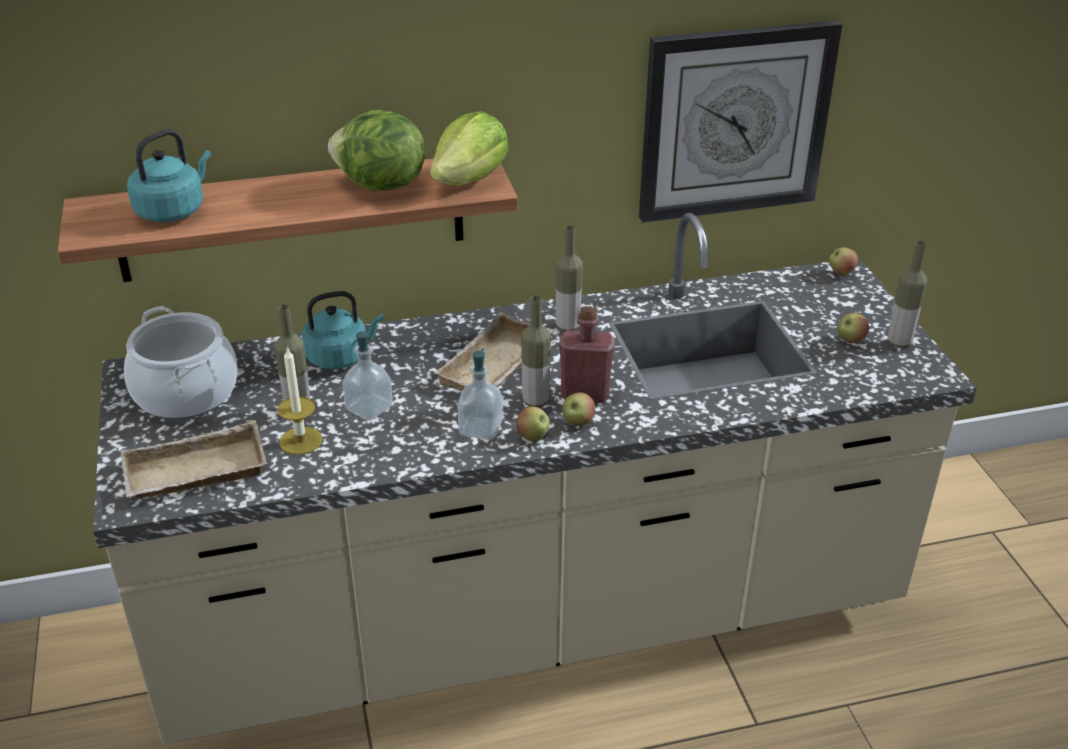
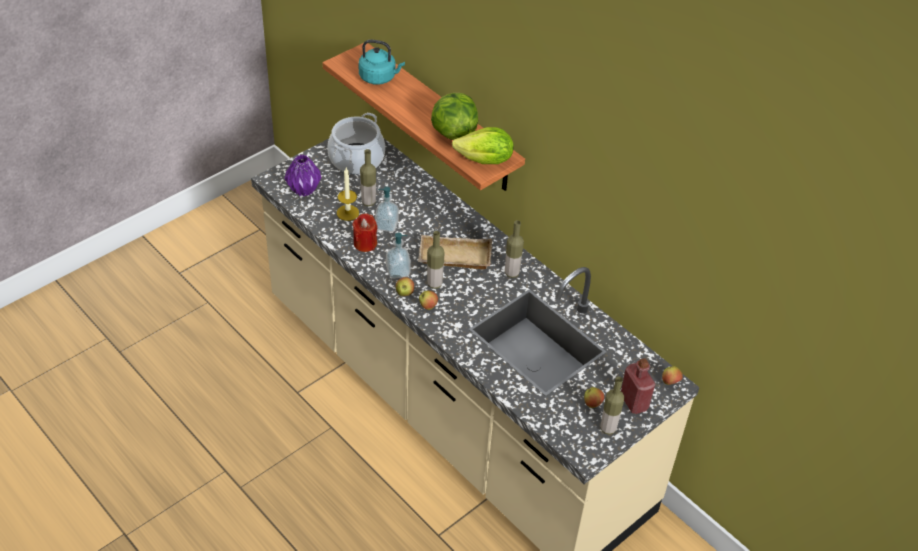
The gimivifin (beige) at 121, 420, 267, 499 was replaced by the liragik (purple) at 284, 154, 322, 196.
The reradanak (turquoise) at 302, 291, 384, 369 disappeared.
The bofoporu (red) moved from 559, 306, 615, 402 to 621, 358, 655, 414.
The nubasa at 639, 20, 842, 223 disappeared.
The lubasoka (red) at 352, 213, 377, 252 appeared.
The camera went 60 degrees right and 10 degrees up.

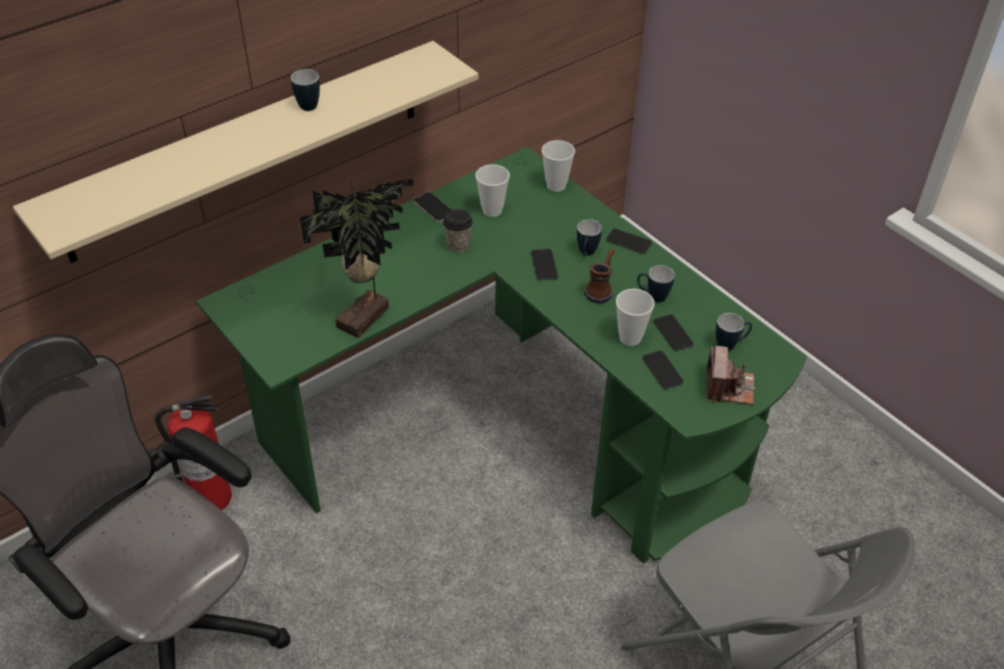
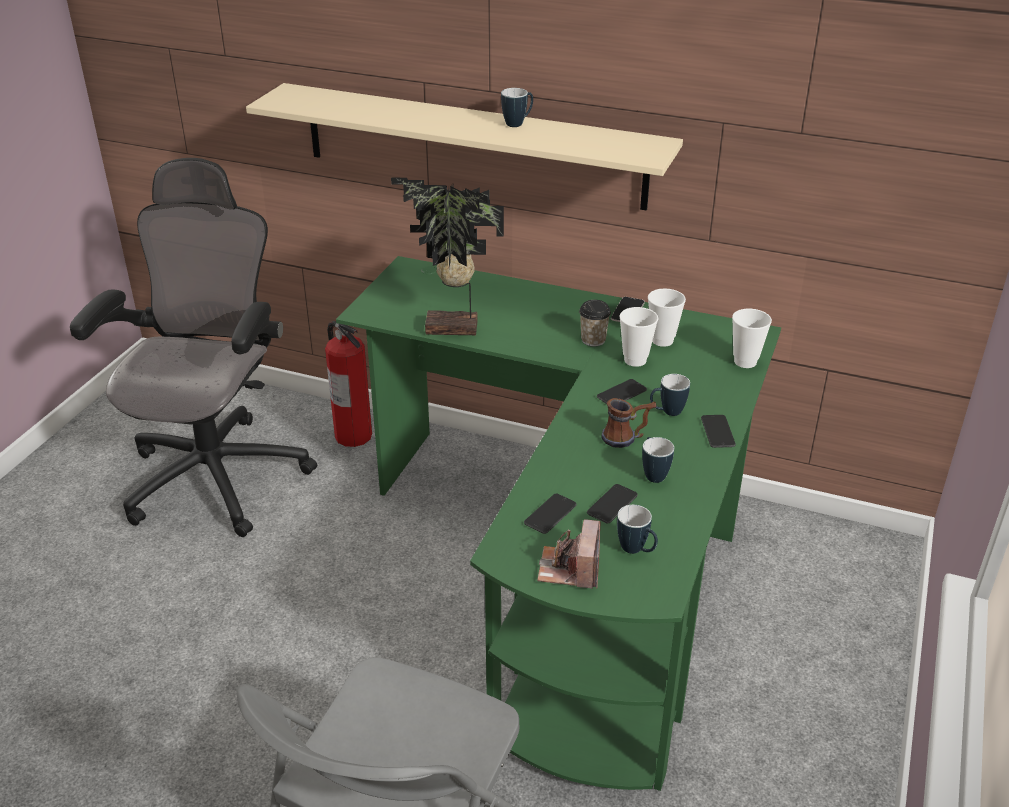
The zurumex moved from 616, 289, 655, 346 to 619, 307, 658, 367.
The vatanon at 706, 345, 755, 404 turned 120 degrees clockwise.
The camera went 60 degrees right and 10 degrees down.

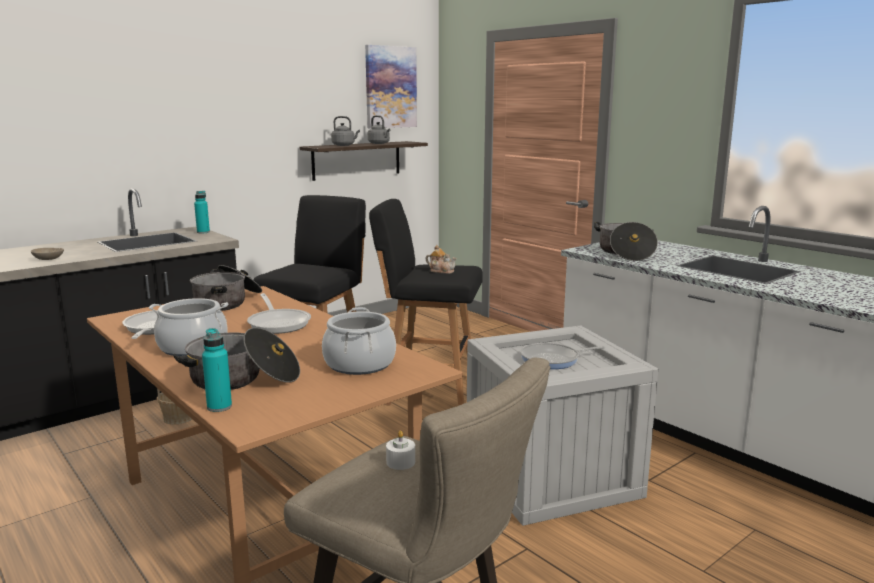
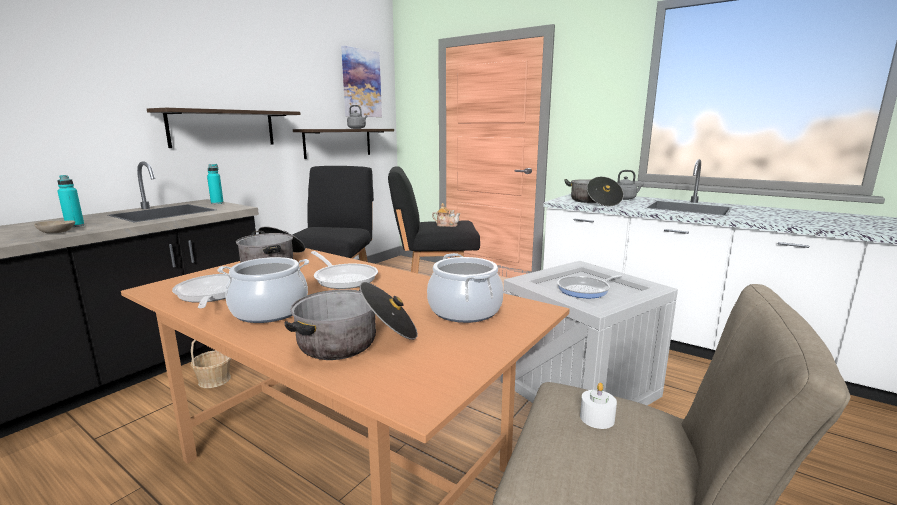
The bofoporu (turquoise) moved from 202, 328, 232, 412 to 57, 175, 84, 227.
The reradanak (grey) moved from 331, 116, 360, 146 to 617, 170, 644, 200.
The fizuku at 147, 108, 301, 148 appeared.
The camera went 15 degrees left and 0 degrees up.

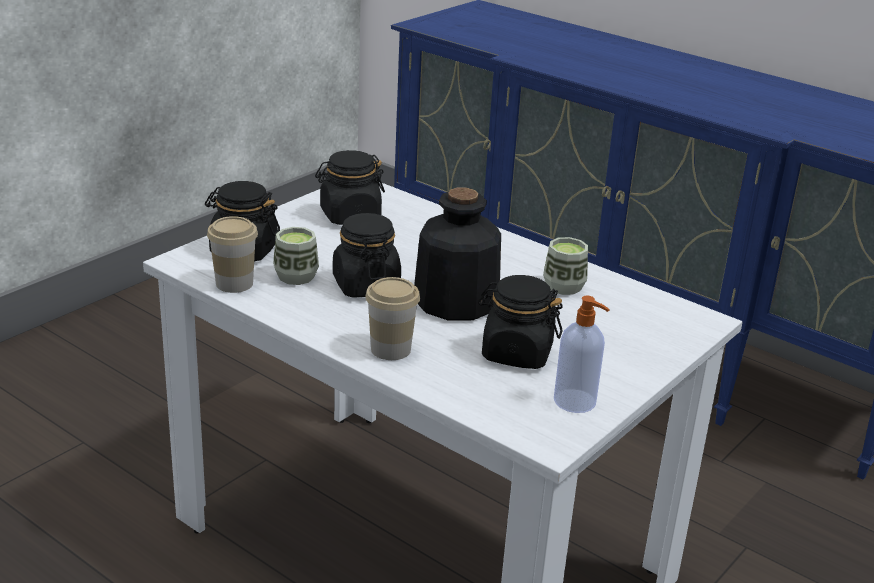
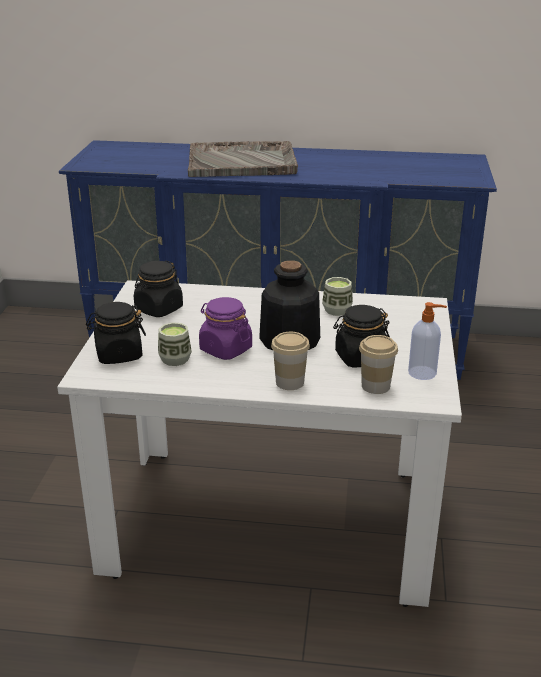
The zurumex moved from 207, 216, 258, 293 to 359, 335, 398, 394.
The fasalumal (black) at 333, 213, 401, 298 became the fasalumal (purple) at 199, 297, 252, 360.
The gimivifin (grey) at 188, 141, 298, 177 appeared.
The camera went 30 degrees left and 0 degrees up.

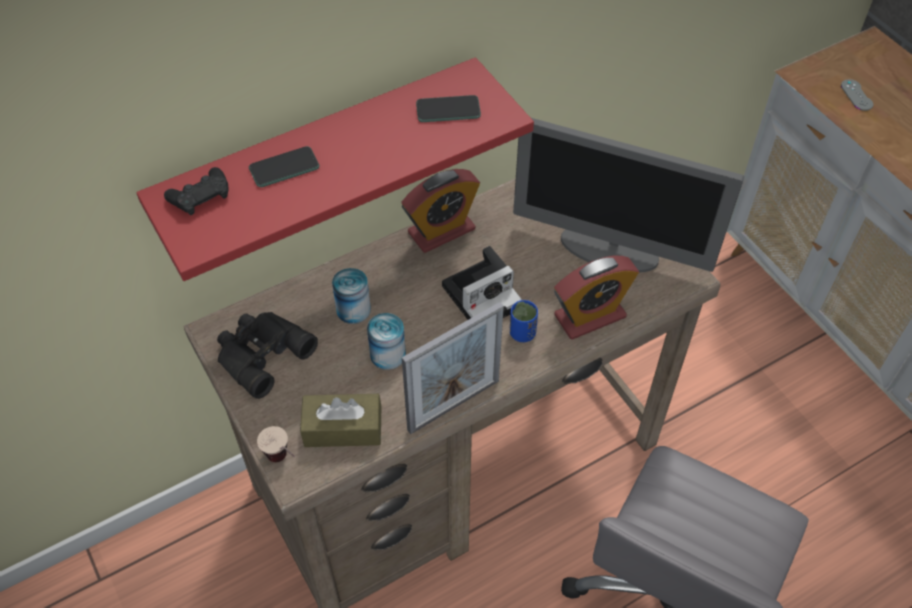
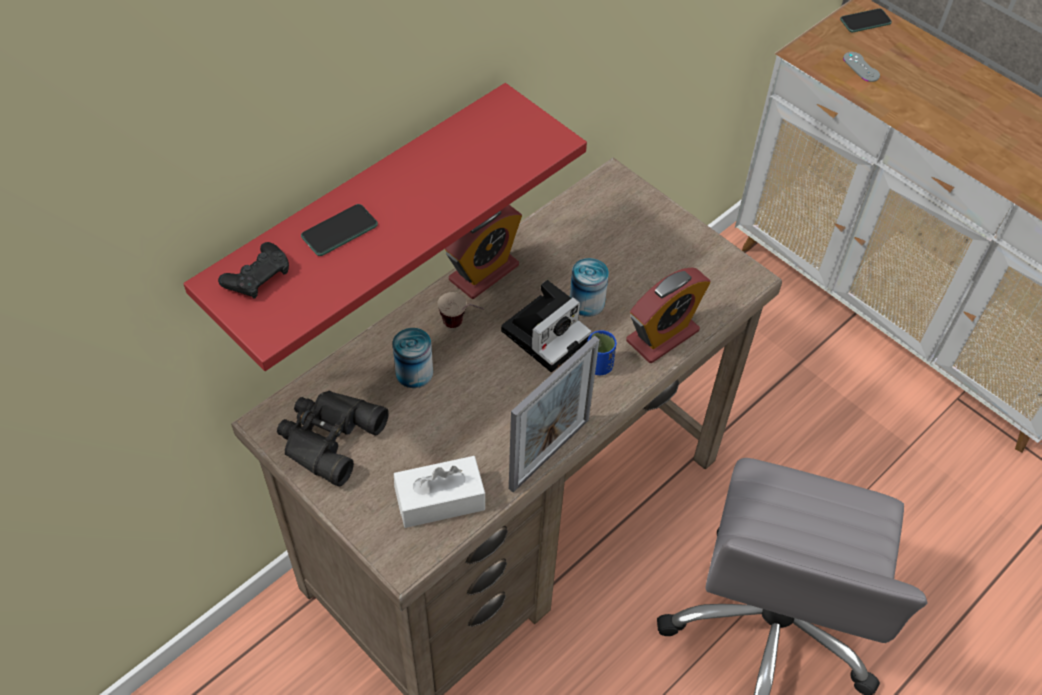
The zurumex moved from 257, 426, 295, 462 to 437, 292, 484, 328.
The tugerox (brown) at 300, 394, 381, 447 became the tugerox (white) at 394, 456, 485, 528.
The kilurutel moved from 367, 313, 406, 370 to 570, 258, 609, 317.
The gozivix moved from 416, 95, 481, 122 to 840, 8, 892, 33.
The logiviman at 513, 118, 744, 273 disappeared.
The camera went 15 degrees left and 0 degrees up.

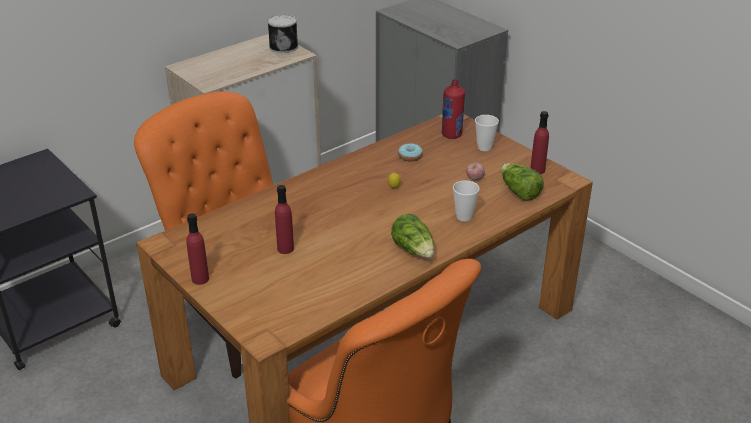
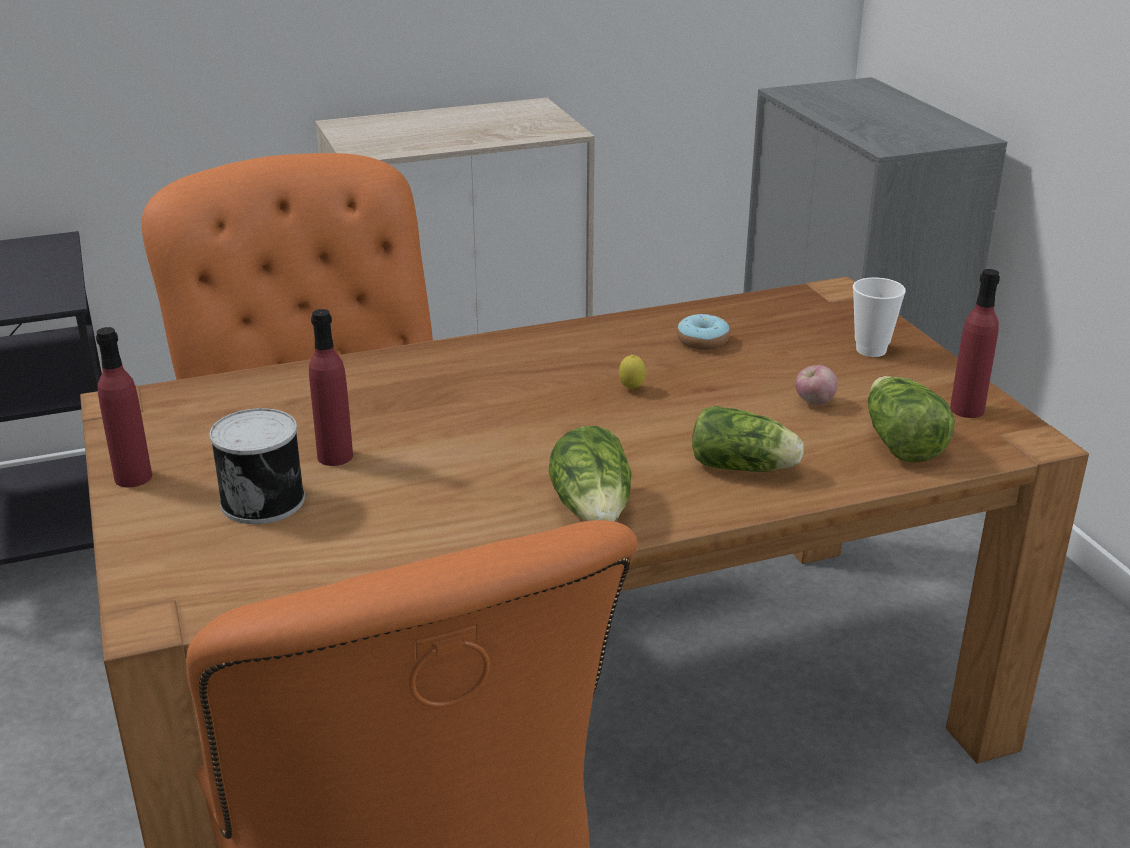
The kilurutel moved from 267, 14, 298, 53 to 210, 408, 305, 524.
The bofoporu (red) at 441, 78, 465, 139 disappeared.
The zurumex at 453, 180, 479, 221 was replaced by the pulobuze at 692, 406, 804, 472.
The camera went 20 degrees right and 5 degrees down.

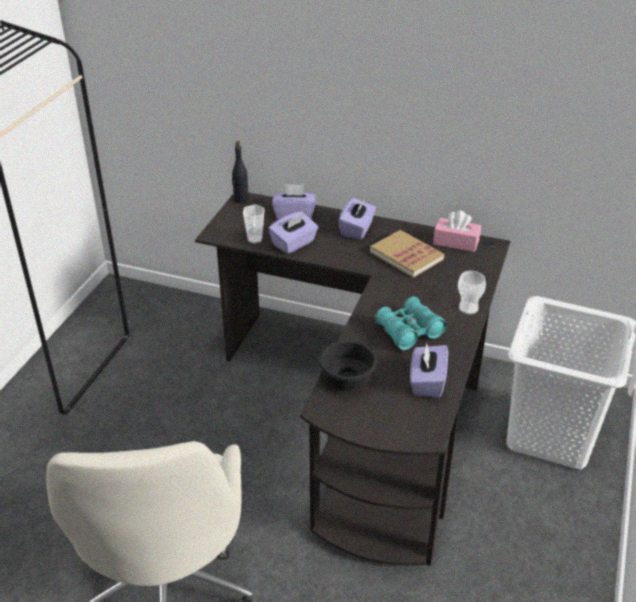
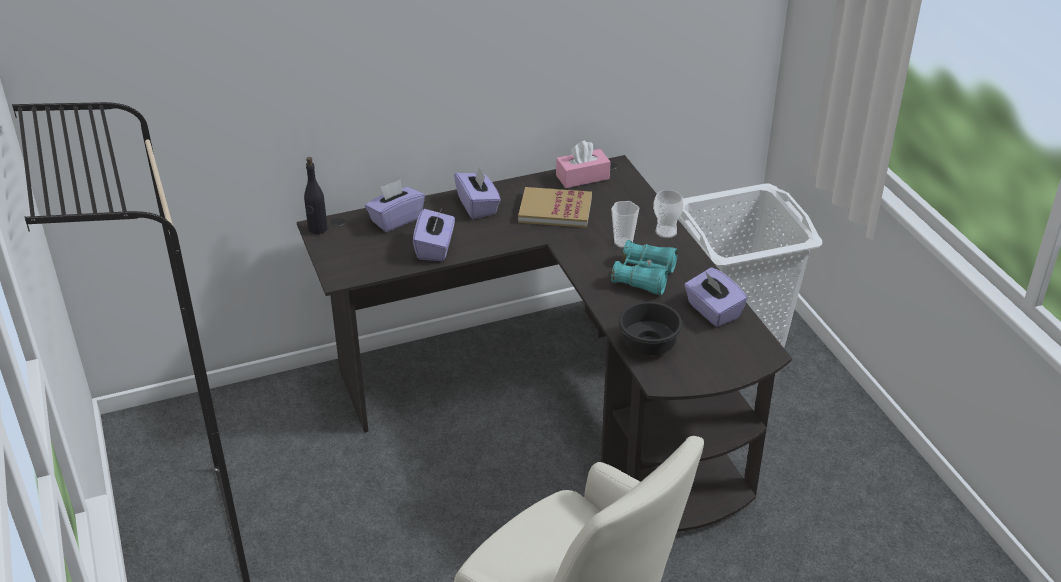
The zurumex moved from 243, 204, 265, 244 to 611, 201, 639, 248.
The camera went 40 degrees left and 0 degrees up.

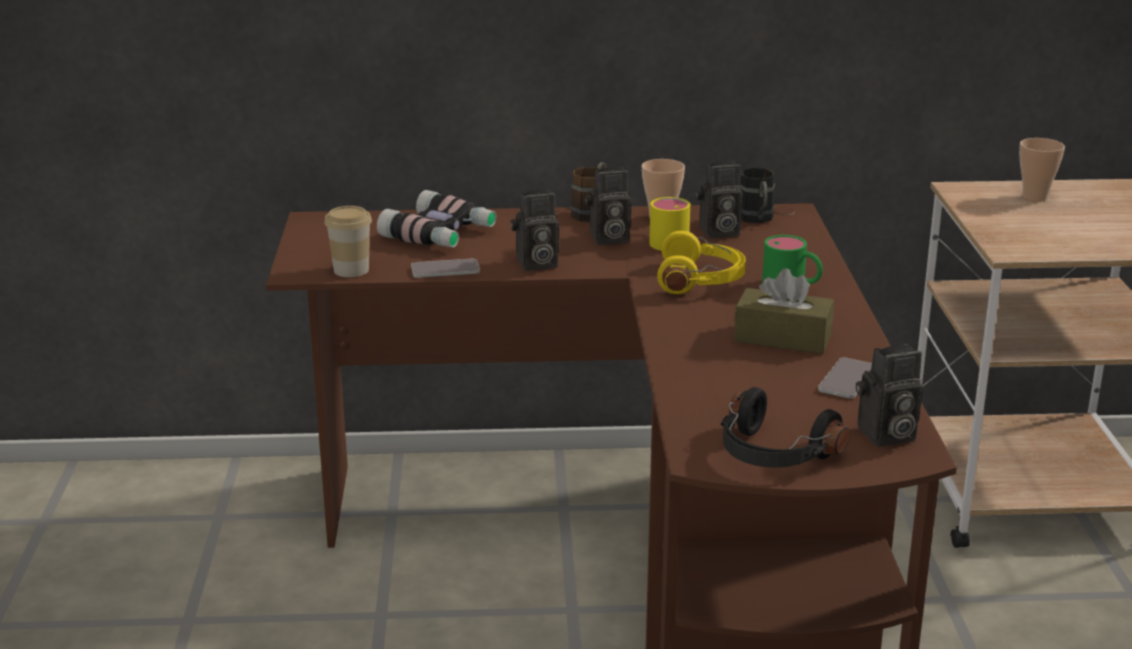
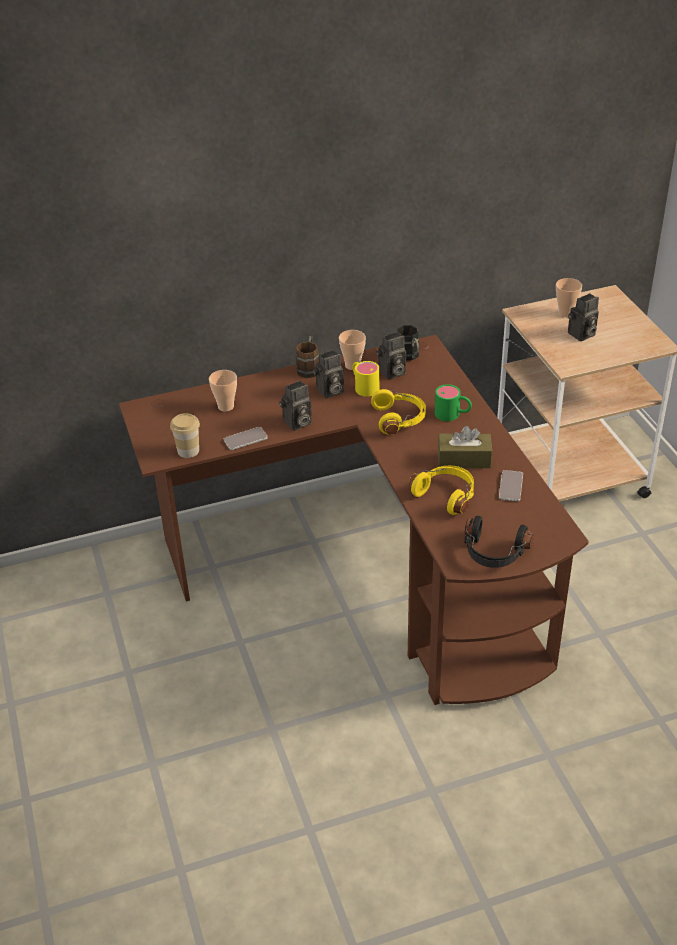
The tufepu at 377, 190, 496, 248 was replaced by the zurumex at 209, 370, 237, 412.
The vatanon moved from 856, 344, 923, 447 to 568, 293, 599, 341.
The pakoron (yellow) at 409, 466, 474, 515 appeared.
The camera went 15 degrees left and 15 degrees up.

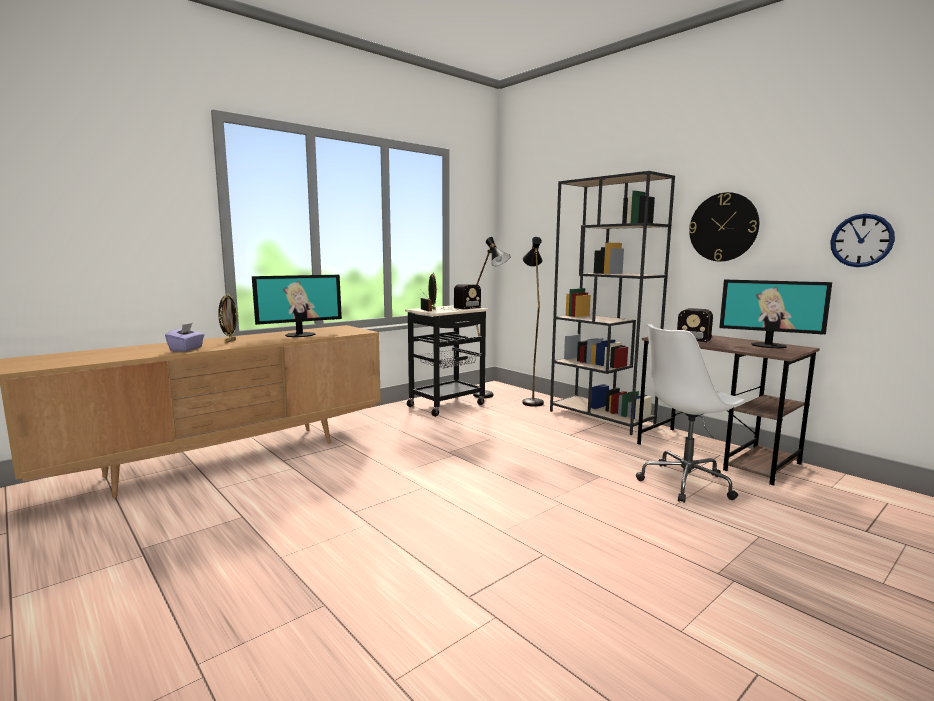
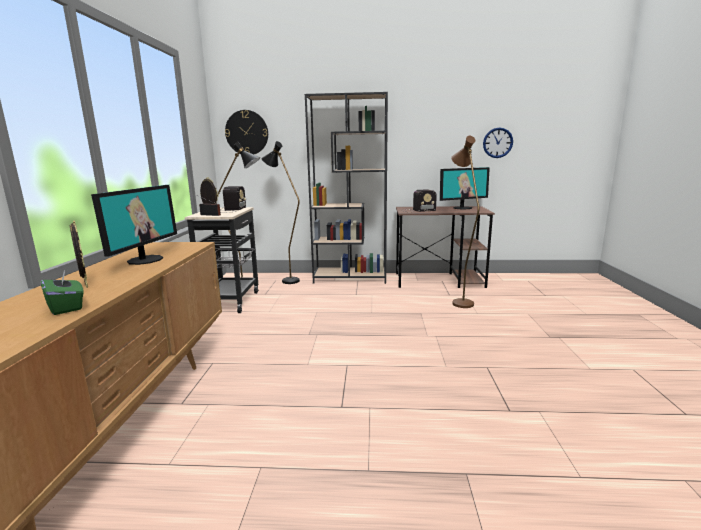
The tugerox (purple) at 165, 323, 204, 352 became the tugerox (green) at 41, 270, 83, 315.
The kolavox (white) at 636, 324, 745, 503 was replaced by the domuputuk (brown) at 451, 136, 479, 308.
The nubasa moved from 689, 192, 759, 261 to 225, 110, 268, 154.
The camera went 45 degrees left and 5 degrees up.

